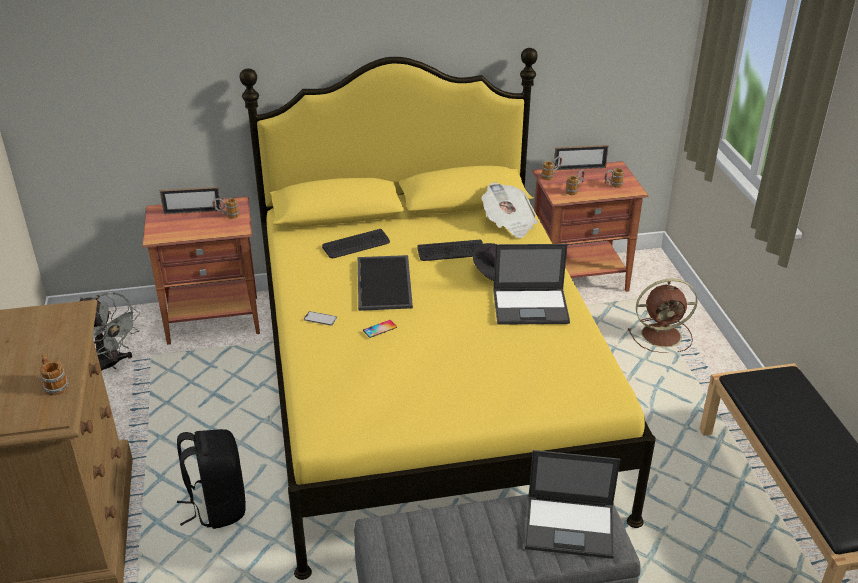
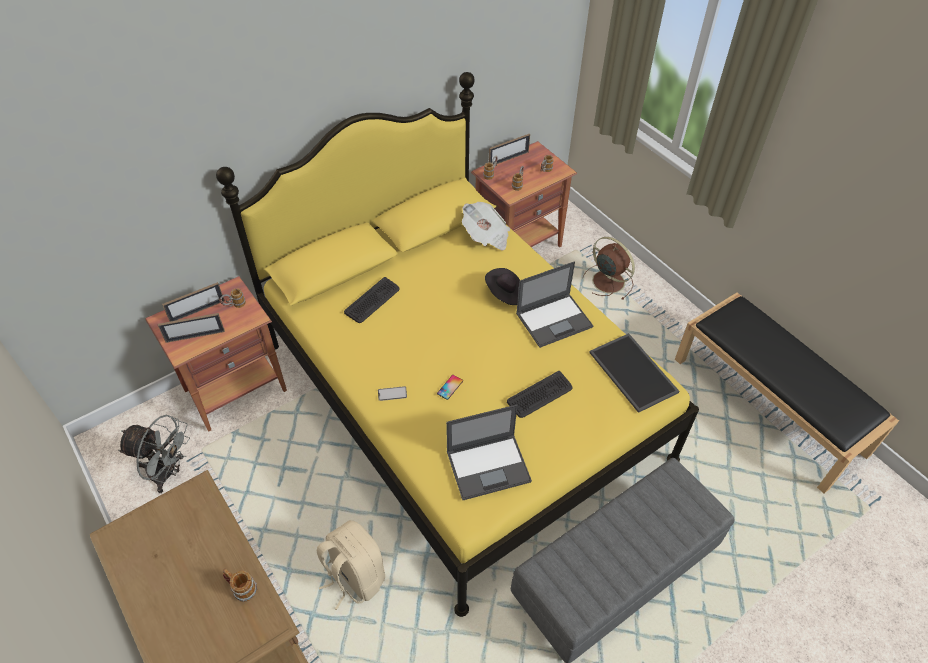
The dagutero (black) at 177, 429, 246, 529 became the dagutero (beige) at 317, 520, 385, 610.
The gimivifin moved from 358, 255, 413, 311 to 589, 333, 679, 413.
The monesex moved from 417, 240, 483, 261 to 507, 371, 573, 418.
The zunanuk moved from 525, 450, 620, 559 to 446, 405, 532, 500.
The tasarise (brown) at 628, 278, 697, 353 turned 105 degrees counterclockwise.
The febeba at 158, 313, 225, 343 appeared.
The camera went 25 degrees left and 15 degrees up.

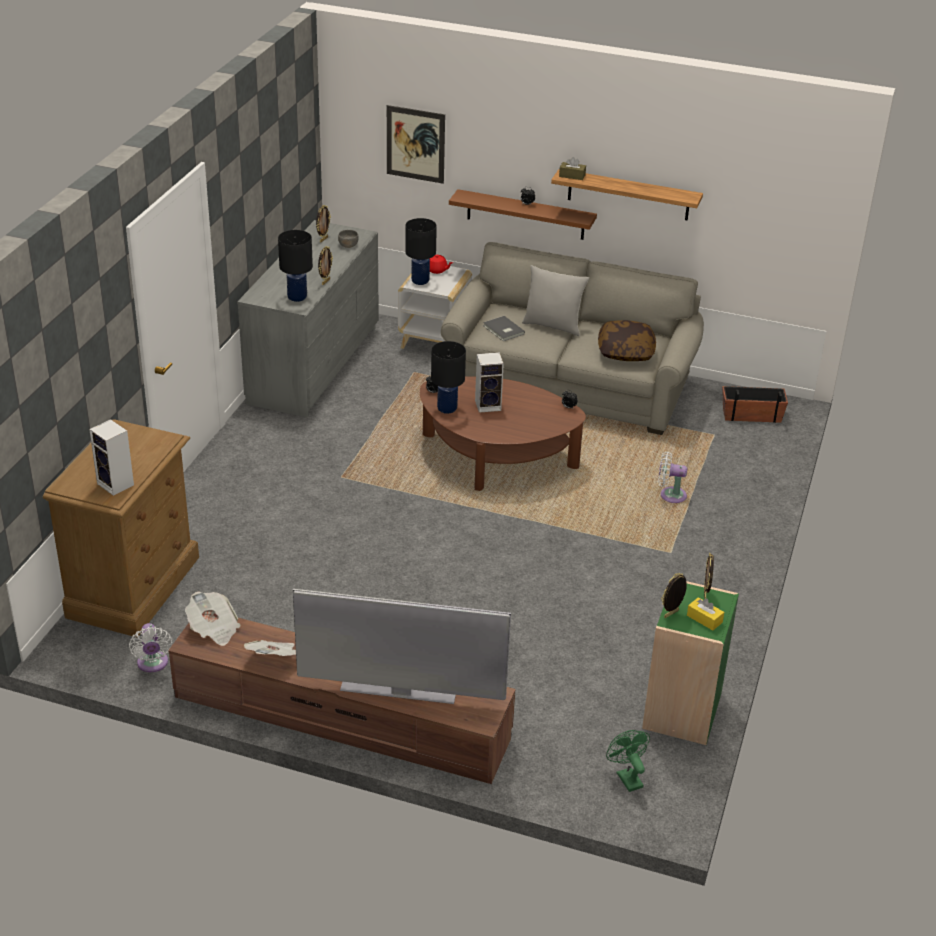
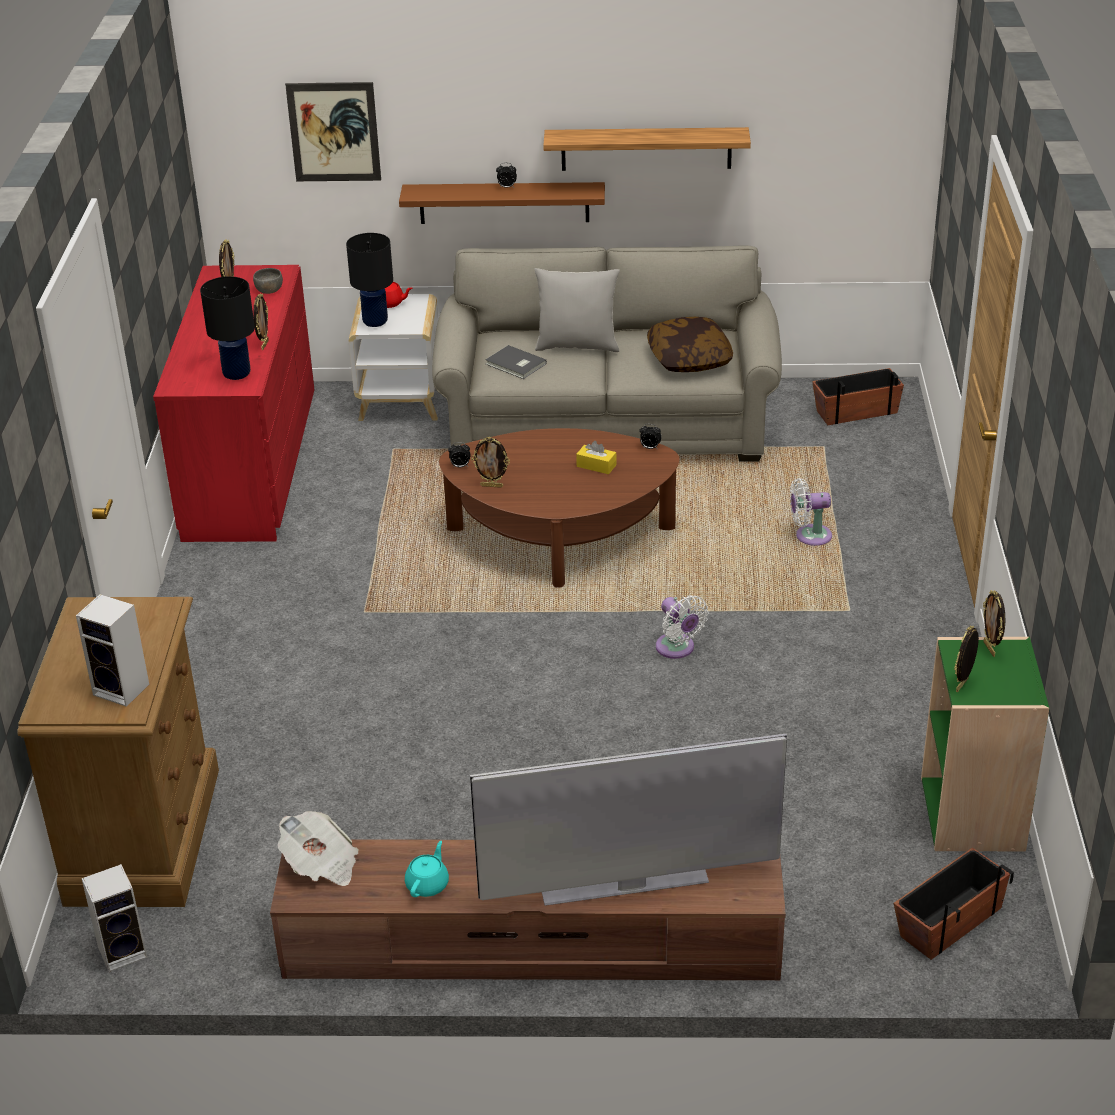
The tasarise (white) moved from 129, 623, 172, 672 to 656, 595, 709, 659.
The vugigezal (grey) at 237, 220, 379, 417 became the vugigezal (red) at 153, 265, 315, 542.
The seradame at 244, 640, 296, 656 was replaced by the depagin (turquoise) at 405, 841, 449, 897.
The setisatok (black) at 431, 341, 466, 414 was replaced by the febeba at 471, 437, 510, 488.
The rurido moved from 475, 352, 504, 413 to 82, 864, 148, 972.
The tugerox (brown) at 559, 157, 586, 180 disappeared.
The tasarise (green) at 606, 730, 650, 792 was replaced by the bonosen at 894, 848, 1014, 960.
The tugerox (yellow) moved from 687, 597, 724, 630 to 576, 441, 616, 474.
The camera went 15 degrees left and 0 degrees up.

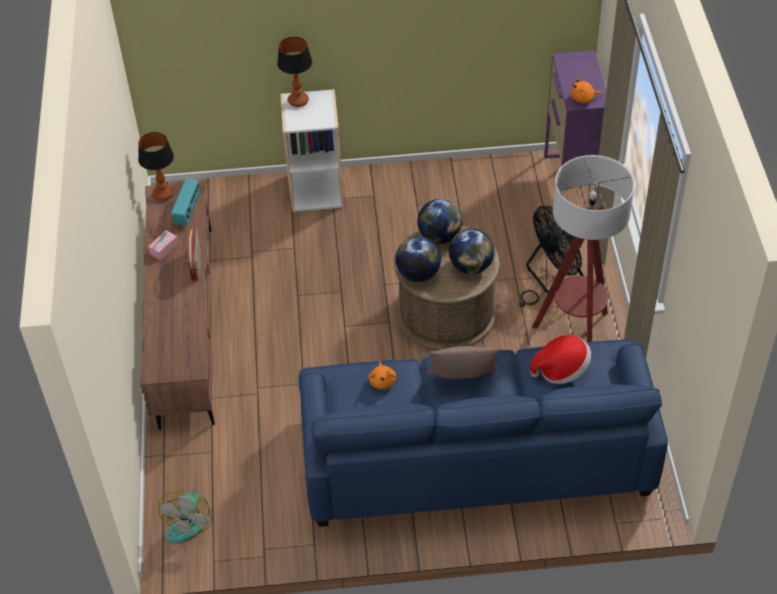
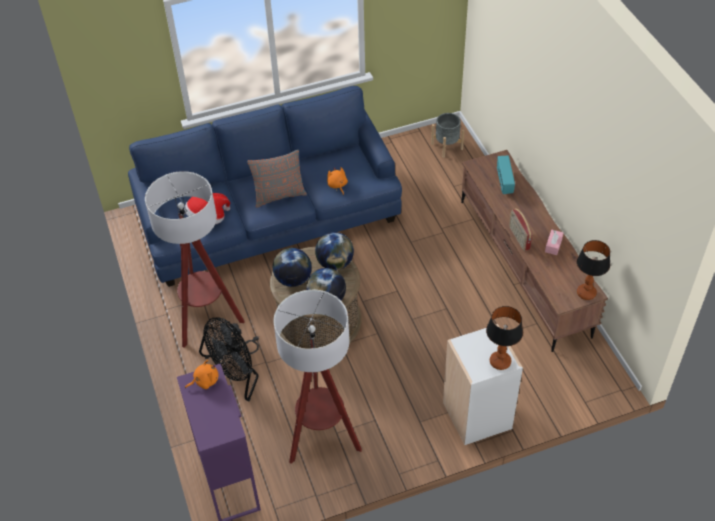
The tasarise at 158, 491, 212, 543 was replaced by the bonosen (grey) at 431, 113, 465, 158.
The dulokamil moved from 171, 179, 200, 226 to 497, 156, 515, 194.
The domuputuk at 273, 290, 362, 464 appeared.
The camera went 165 degrees right and 0 degrees up.

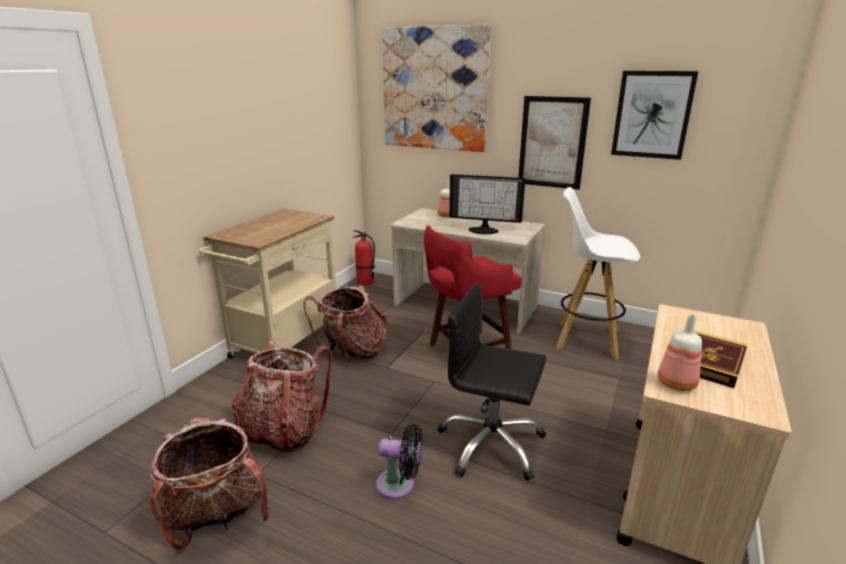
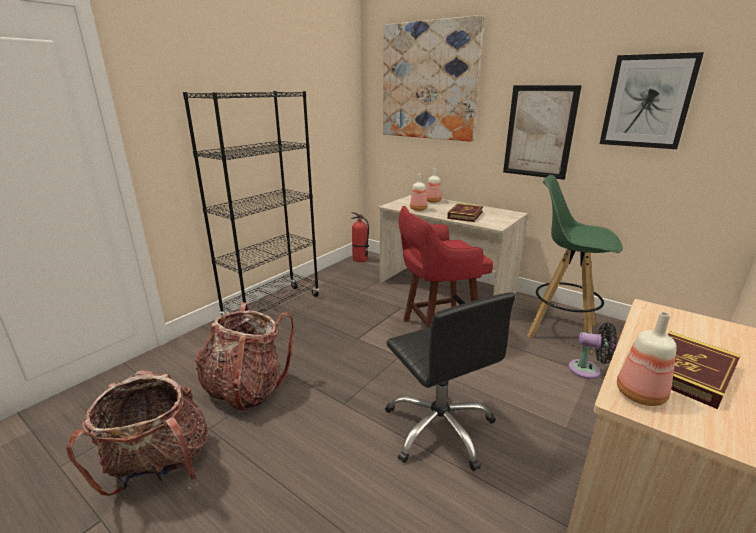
The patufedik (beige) at 199, 208, 336, 359 was replaced by the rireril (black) at 183, 91, 319, 316.
The dagutero at 304, 286, 387, 364 disappeared.
The tasarise (black) moved from 376, 424, 422, 499 to 568, 323, 617, 379.
The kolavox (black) at 437, 284, 546, 481 turned 150 degrees counterclockwise.
The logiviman at 449, 174, 525, 234 was replaced by the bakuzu at 447, 203, 483, 222.
The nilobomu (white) at 555, 187, 640, 360 became the nilobomu (green) at 527, 175, 623, 354.
The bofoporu at 410, 174, 427, 211 appeared.
The camera went 10 degrees right and 0 degrees up.

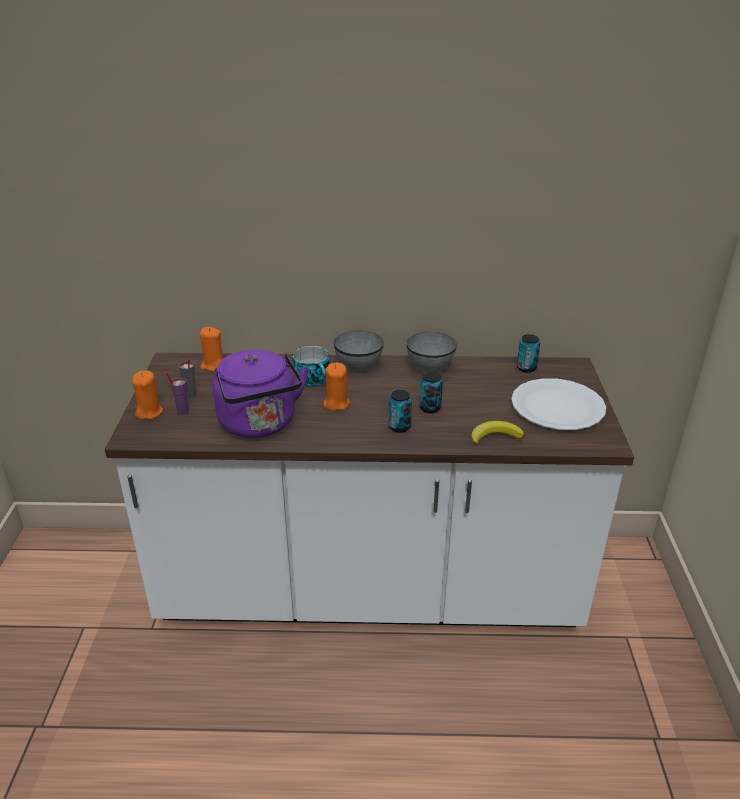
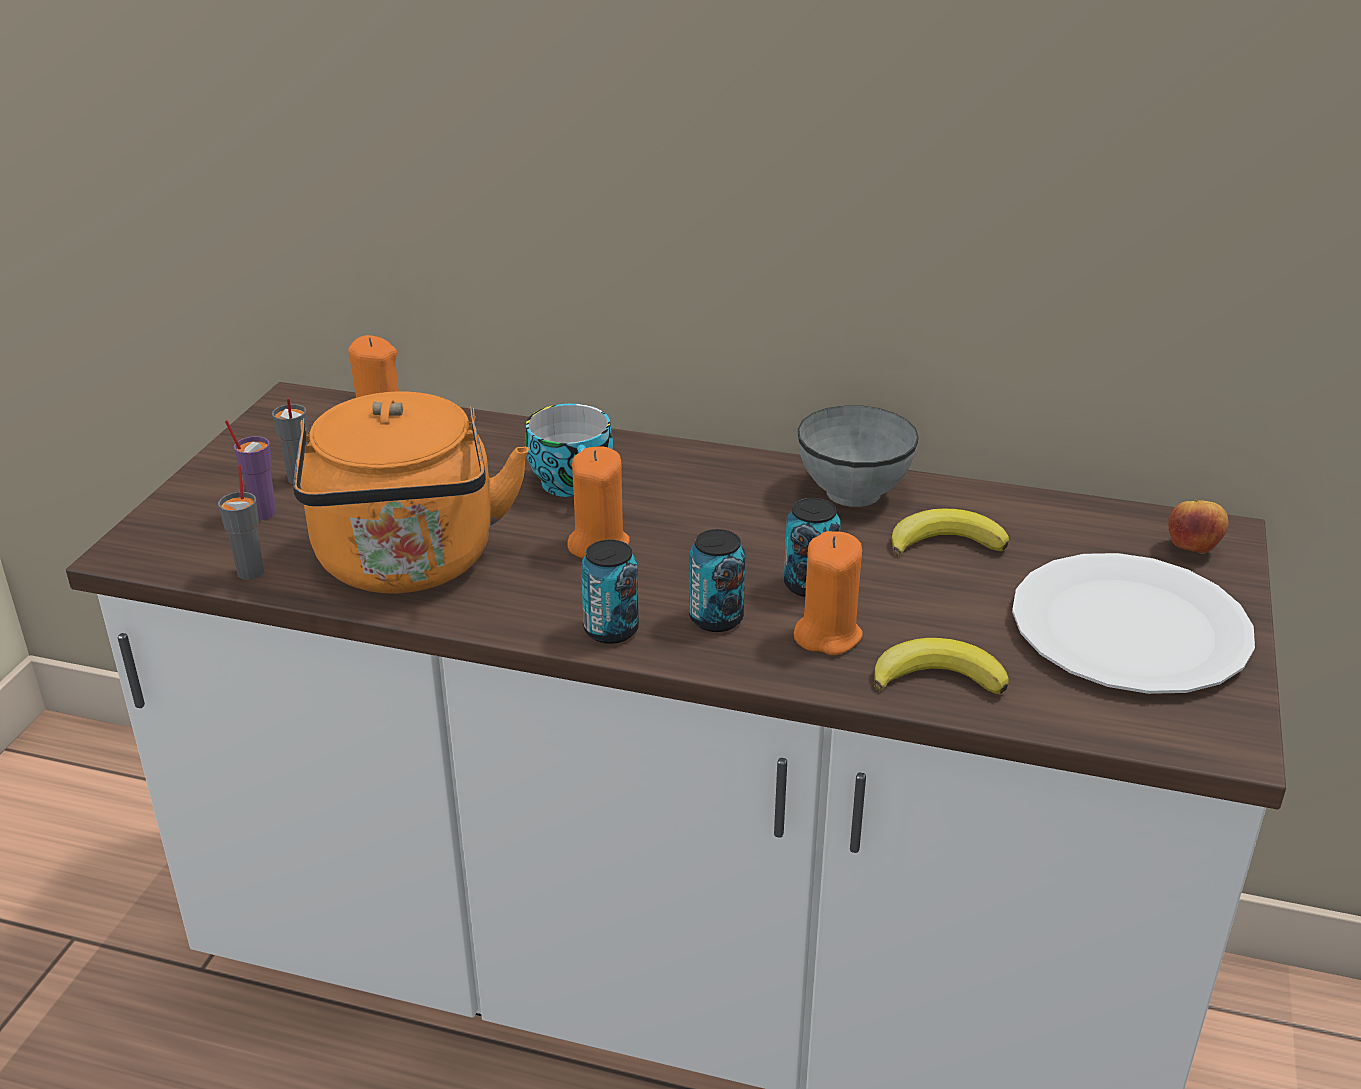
The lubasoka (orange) moved from 132, 371, 163, 420 to 794, 531, 863, 655.
The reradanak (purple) at 213, 349, 308, 438 became the reradanak (orange) at 293, 391, 529, 594.
The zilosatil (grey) at 334, 330, 384, 373 disappeared.
The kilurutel moved from 517, 334, 540, 372 to 581, 540, 639, 644.
The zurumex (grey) at 218, 465, 264, 580 appeared.
The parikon at 892, 509, 1009, 557 appeared.
The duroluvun at 1168, 499, 1228, 554 appeared.
The camera went 15 degrees right and 0 degrees up.

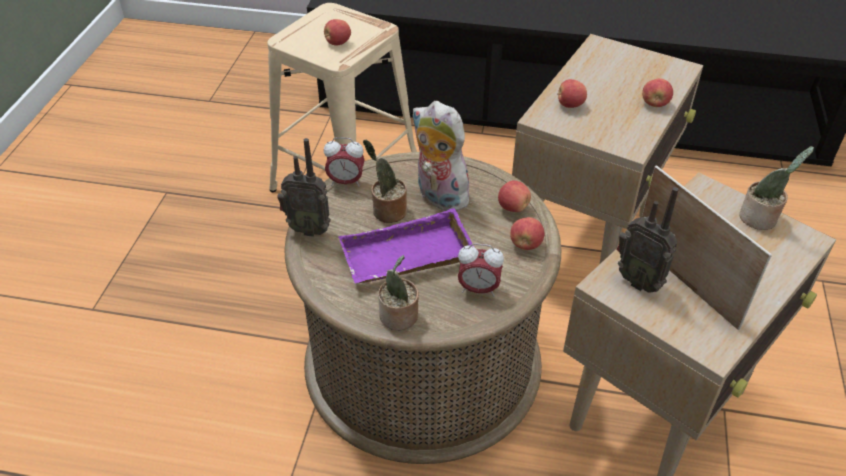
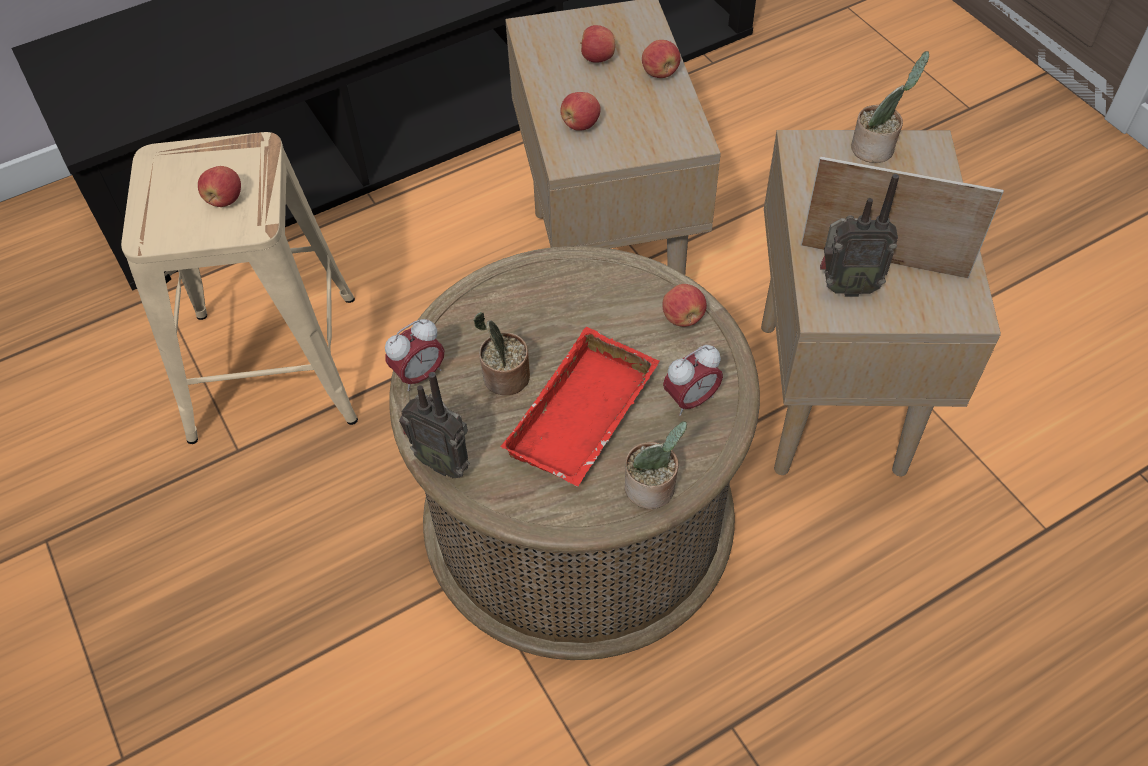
The dulokamil at 278, 138, 331, 237 turned 60 degrees clockwise.
The gimivifin (purple) at 338, 208, 475, 283 became the gimivifin (red) at 501, 327, 659, 487.
The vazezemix at 412, 101, 471, 211 disappeared.
The duroluvun moved from 498, 181, 531, 212 to 580, 25, 615, 63.
The camera went 40 degrees left and 10 degrees up.

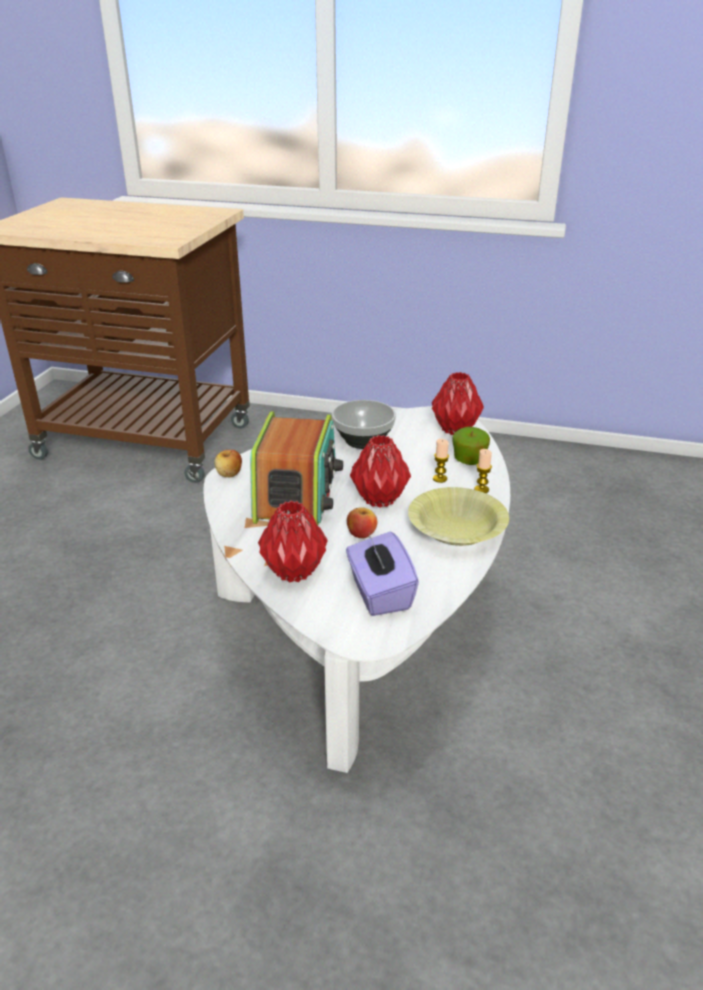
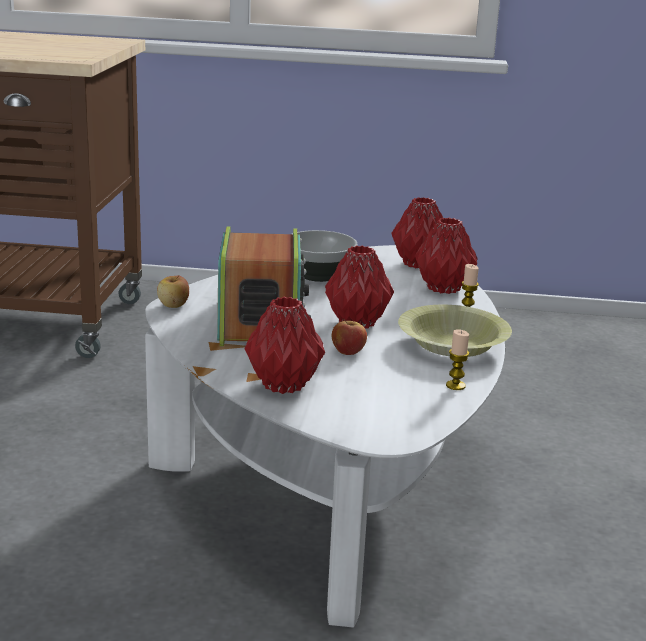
The tugerox (purple) at 346, 532, 419, 616 disappeared.
The lubasoka moved from 433, 439, 449, 483 to 446, 329, 469, 390.
The duroluvun at 452, 427, 490, 465 was replaced by the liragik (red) at 415, 218, 478, 294.
The camera went 10 degrees left and 10 degrees down.

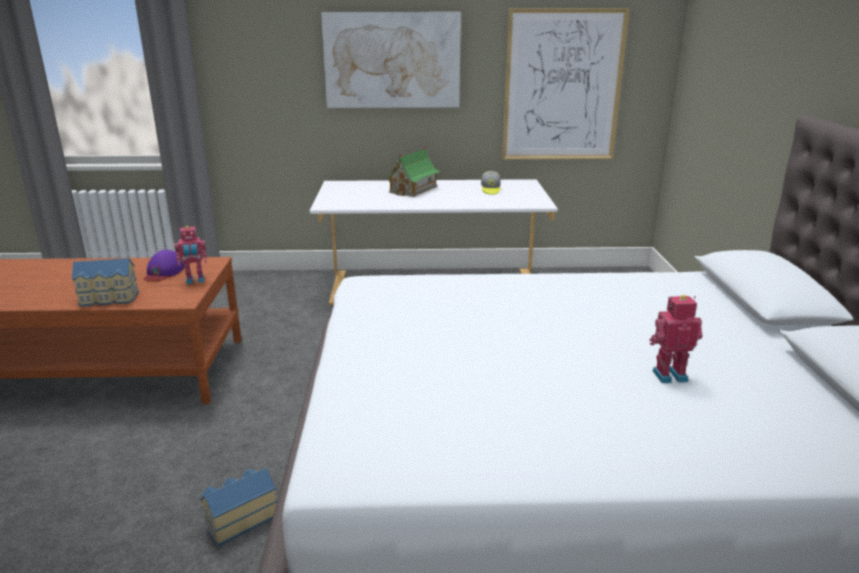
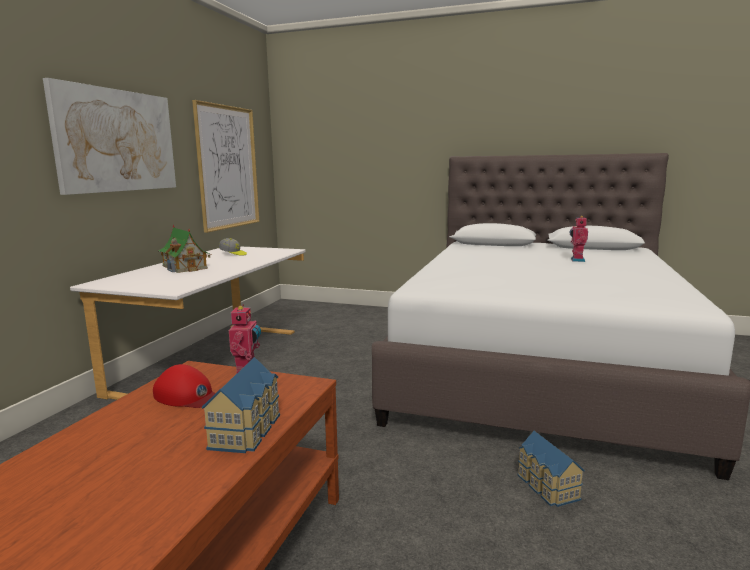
The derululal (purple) at 144, 250, 185, 281 became the derululal (red) at 153, 364, 215, 408.
The camera went 70 degrees left and 10 degrees down.

